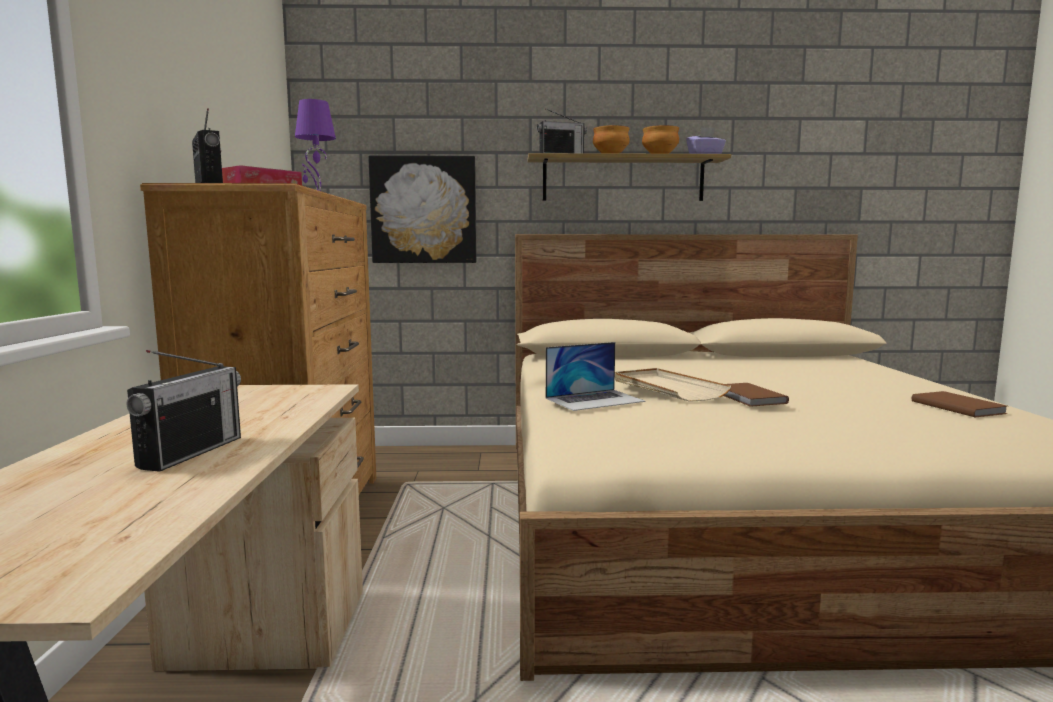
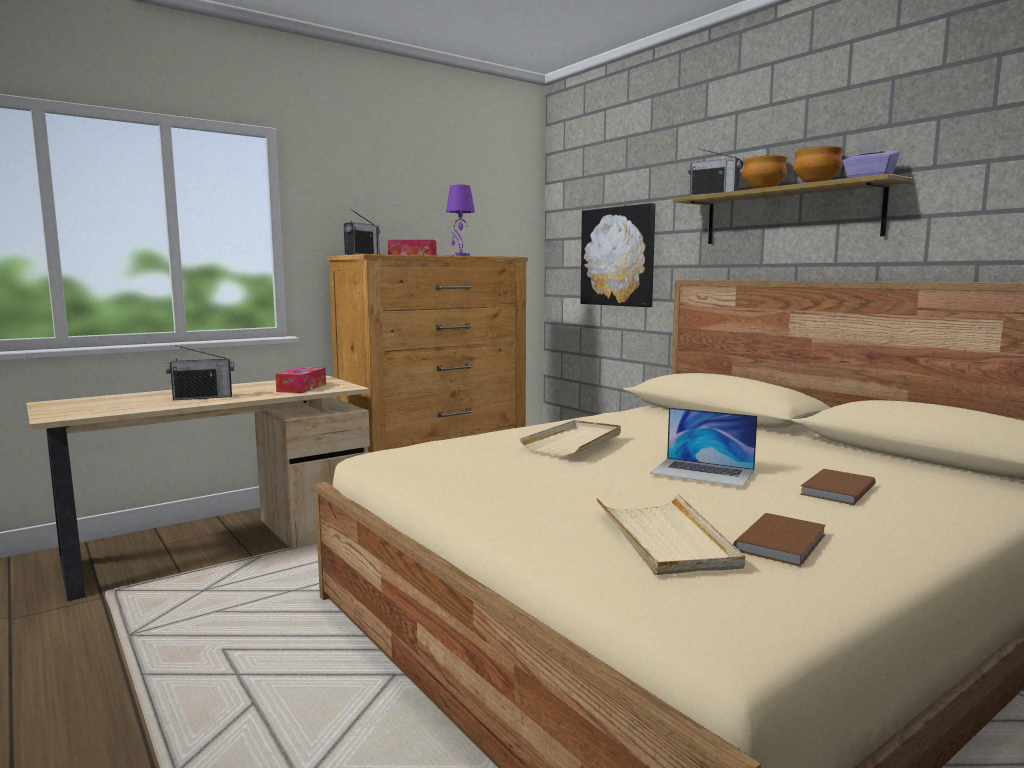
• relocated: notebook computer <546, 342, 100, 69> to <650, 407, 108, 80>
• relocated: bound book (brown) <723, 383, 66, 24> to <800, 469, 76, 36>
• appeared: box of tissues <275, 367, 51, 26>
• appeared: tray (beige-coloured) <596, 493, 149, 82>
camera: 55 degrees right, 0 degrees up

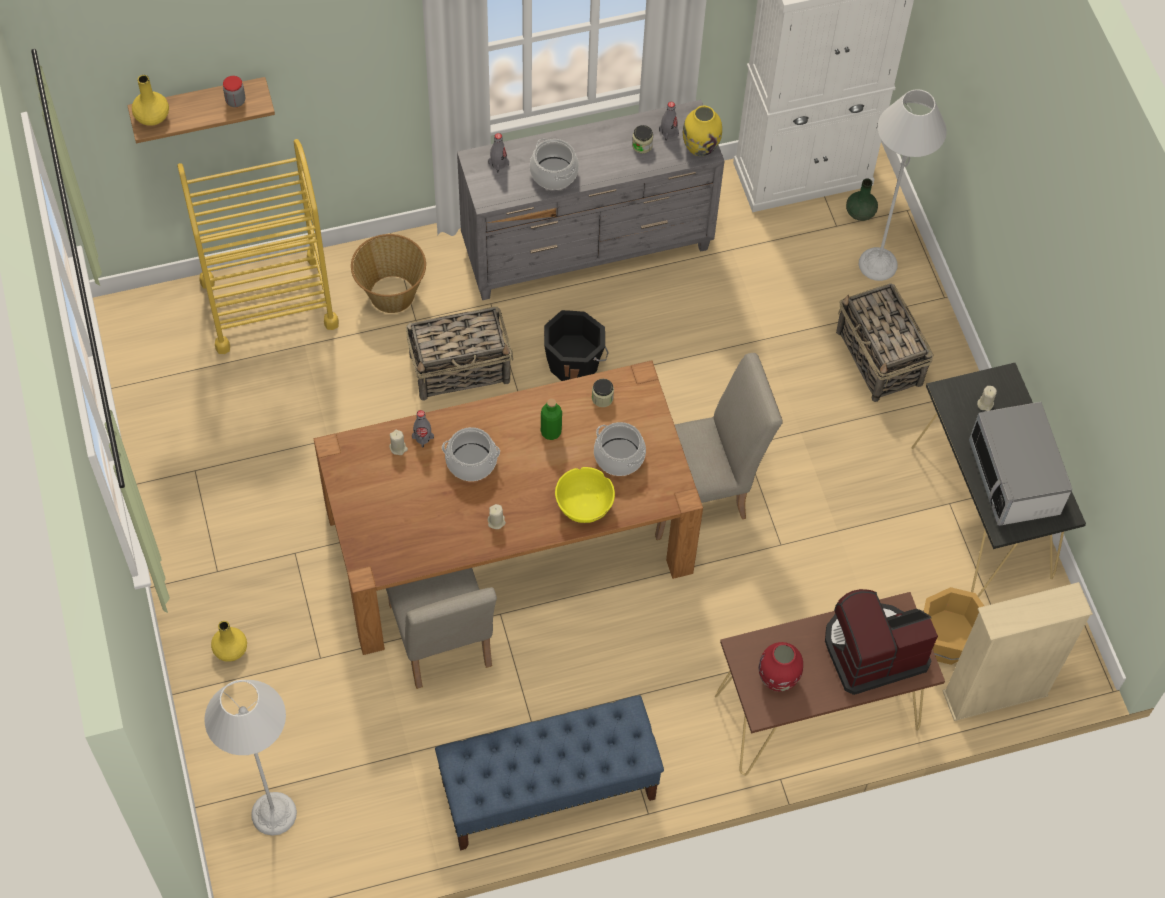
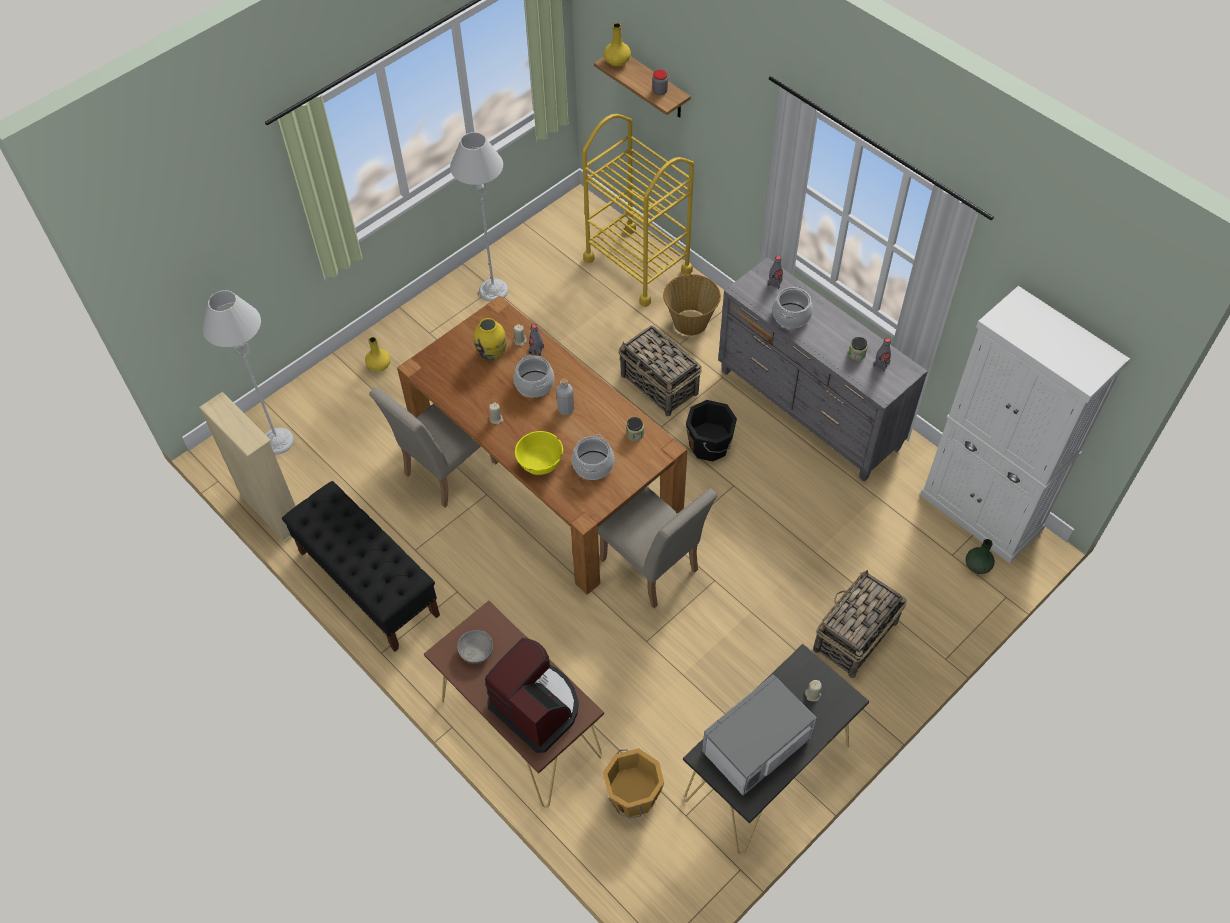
• colour: long seat (blue-coloured) <435, 695, 229, 155> to long seat (blackish) <282, 481, 158, 171>
• missing: beverage bottle (greenish) <541, 399, 21, 41>
• relocated: vase (yellow-coloured) <683, 106, 39, 50> to <474, 318, 33, 42>
• exchanged: vase (red-coloured) <759, 642, 44, 50> to deep dish (grey) <457, 630, 36, 34>
• relocated: standing lamp (grey) <859, 89, 88, 192> to <450, 132, 58, 170>
• relocated: shelving unit (beige-coloured) <943, 582, 150, 139> to <199, 392, 96, 150>
• appeared: beverage bottle (grey) <556, 378, 18, 37>
camera: 65 degrees right, 5 degrees down

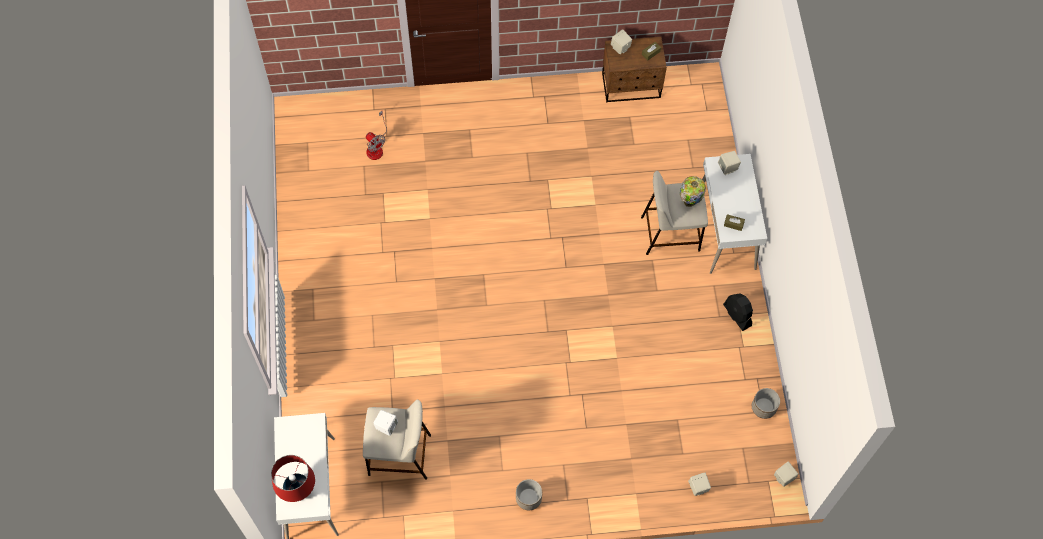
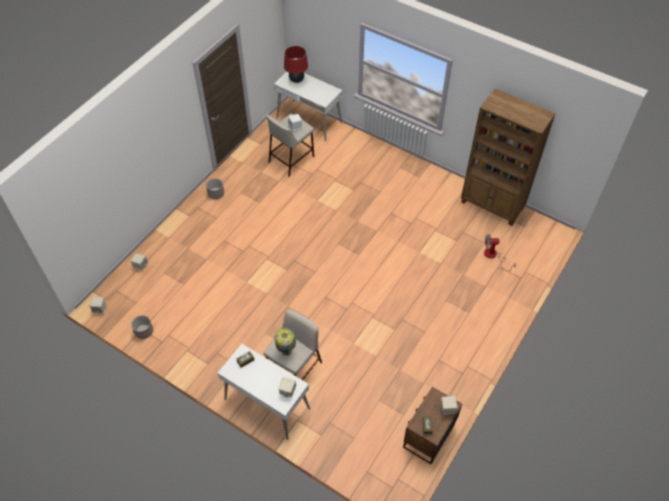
• missing: electric fan (blackish) <723, 293, 30, 38>
• appeared: shelving unit (brown) <461, 88, 95, 138>
camera: 130 degrees right, 10 degrees down

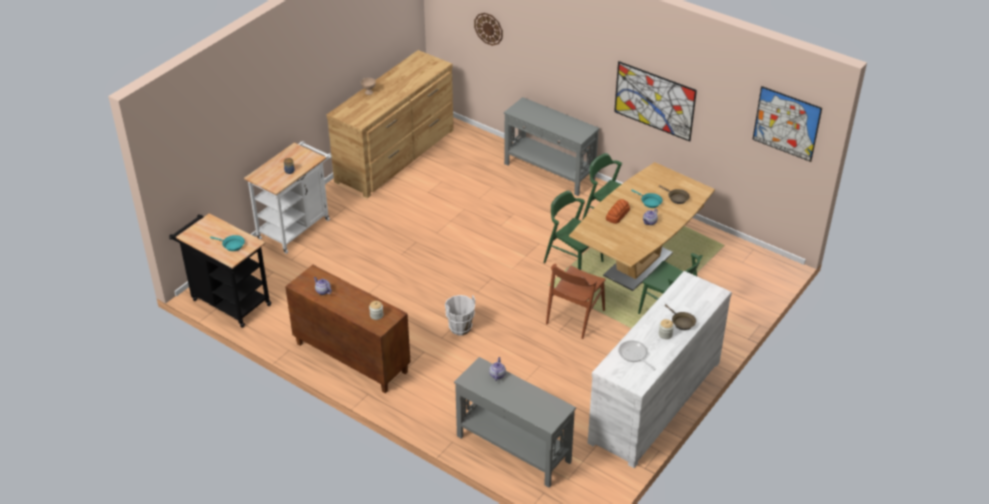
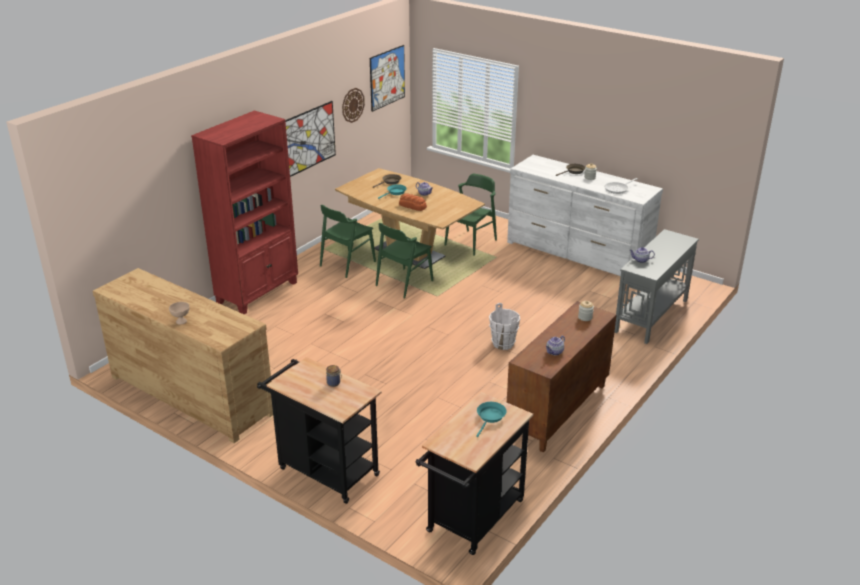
• colour: wheeled cart (white) <244, 141, 88, 113> to wheeled cart (blackish) <257, 357, 125, 147>
• relocated: wall clock <474, 13, 29, 33> to <342, 88, 23, 35>
• exchanged: hall table (grey) <504, 97, 96, 99> to shelving unit (red-coloured) <191, 110, 107, 204>
• missing: plain chair (brown) <546, 264, 59, 75>
camera: 90 degrees left, 10 degrees down

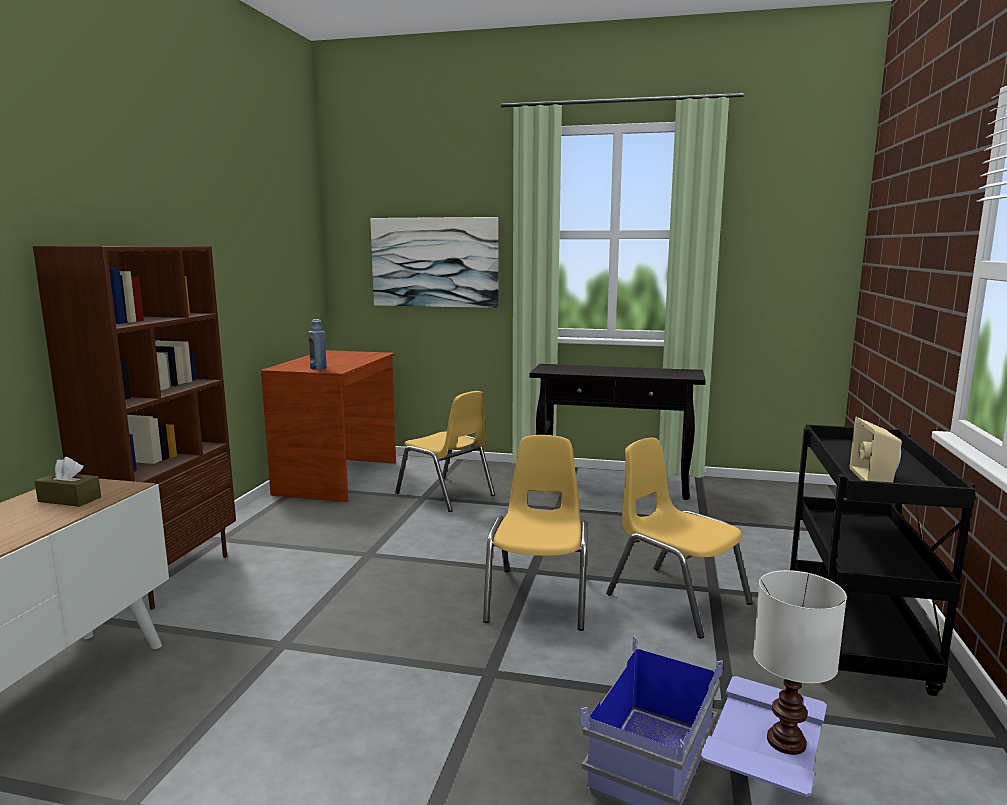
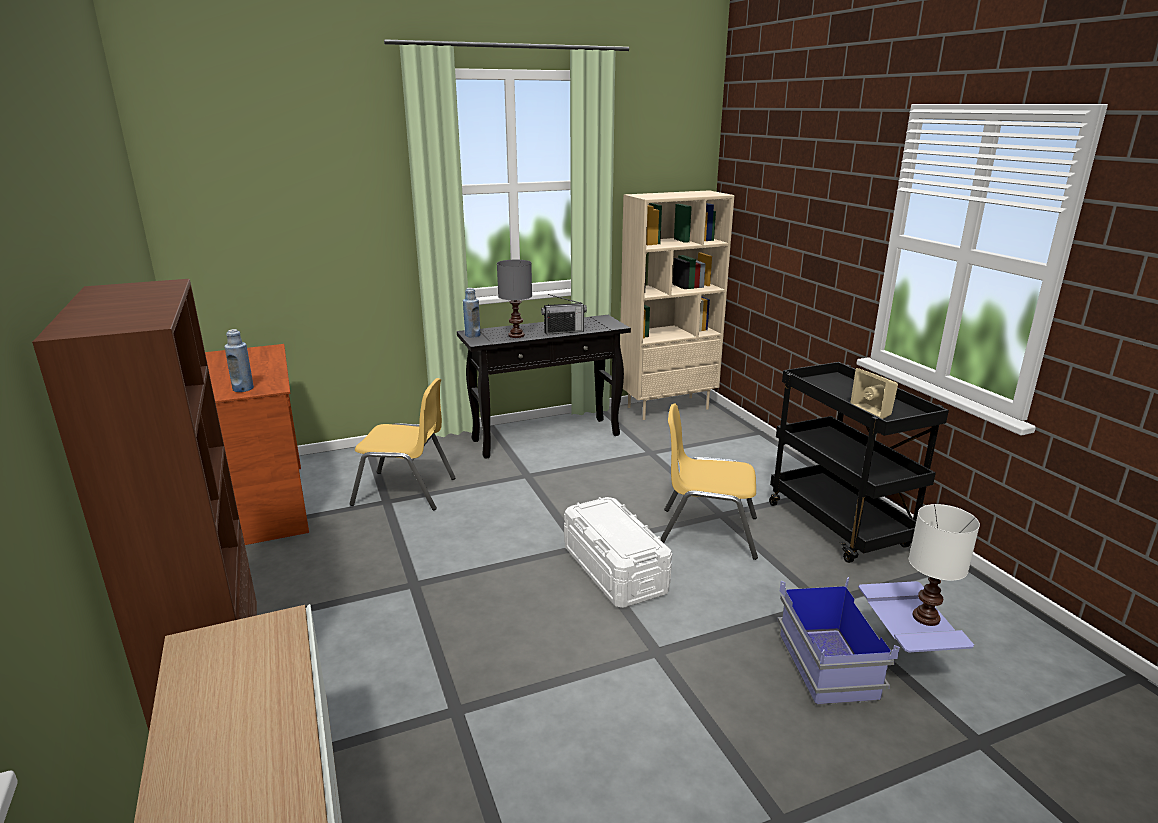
• missing: box of tissues (brown) <35, 457, 66, 50>
• missing: wall art <370, 217, 129, 91>
• exchanged: plain chair (yellow-coloured) <483, 435, 105, 196> to storage box (white) <564, 497, 108, 111>
• appeared: beverage bottle (blue-coloured) <463, 288, 18, 50>
• appeared: tabletop lamp (grey) <497, 260, 35, 78>
• appeared: radio <541, 294, 46, 40>
• appeared: shelving unit (beige-coloured) <620, 190, 114, 230>
camera: 35 degrees left, 10 degrees up

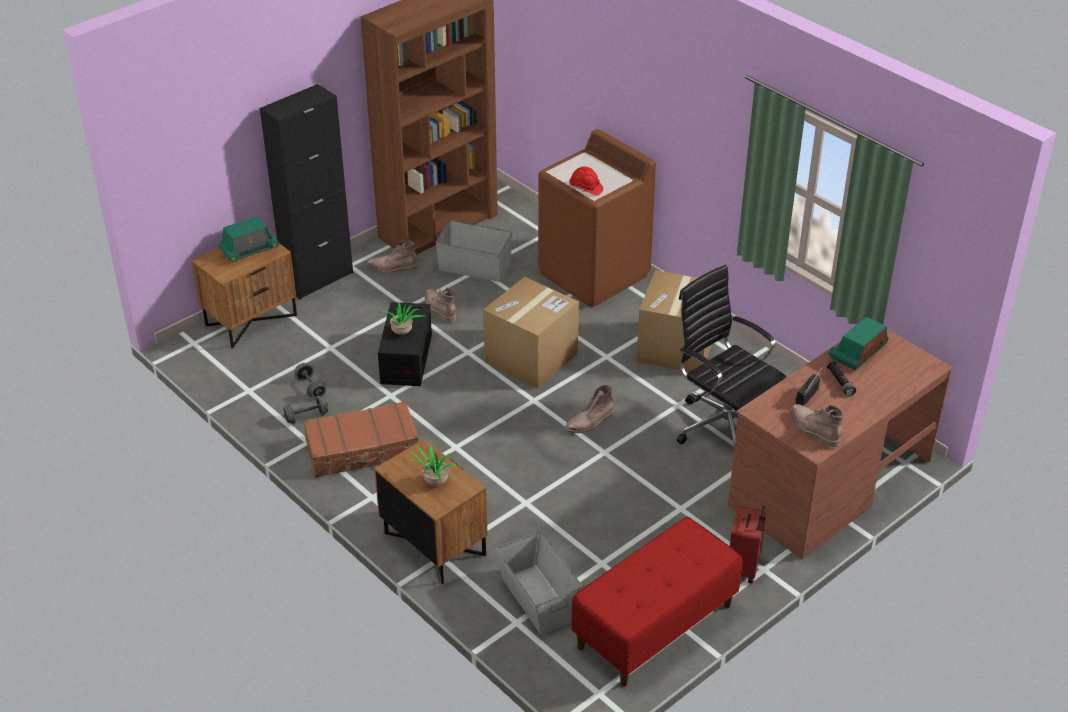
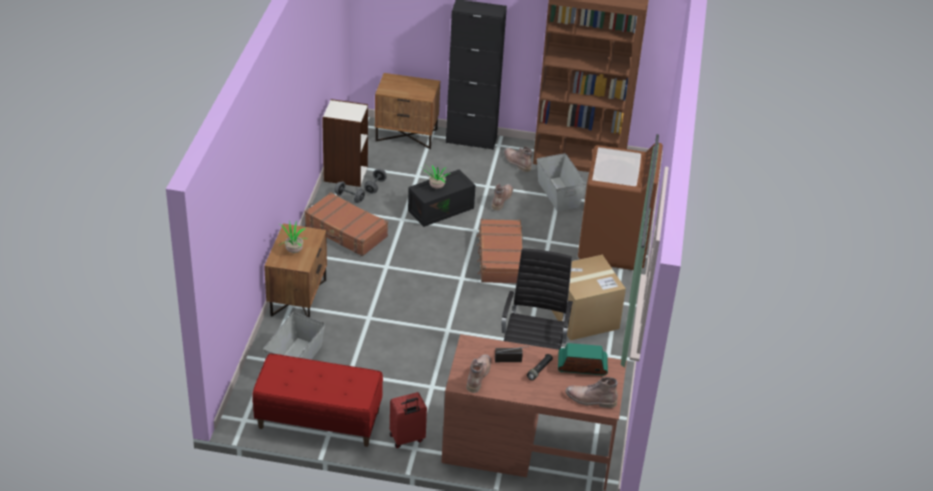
• missing: radio <218, 216, 61, 46>
• exchanged: packing box <483, 277, 96, 111> to suitcase (brown) <476, 219, 47, 64>
• relocated: tall boot (brown) <565, 385, 50, 48> to <565, 377, 53, 31>
• missing: work helmet (red-coloured) <569, 167, 34, 29>
• appeared: shelving unit <322, 99, 46, 88>
camera: 50 degrees right, 0 degrees up

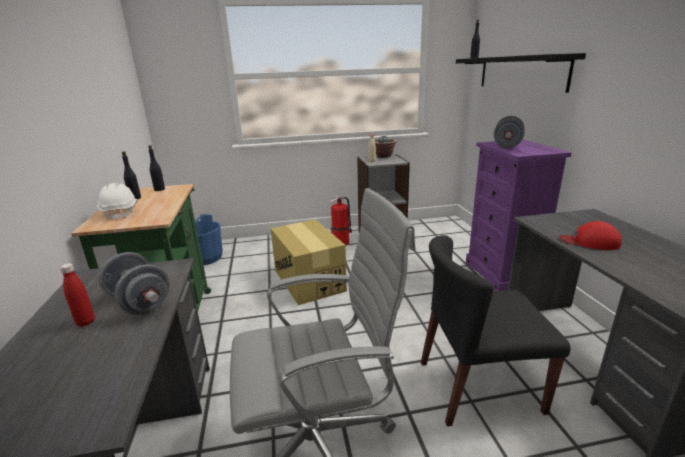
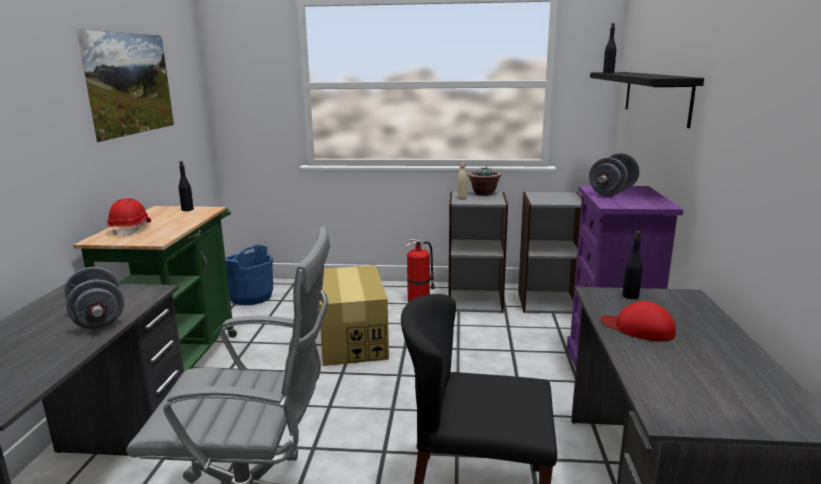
• missing: beverage bottle (red-coloured) <60, 263, 35, 64>
• colour: work helmet (white) <97, 183, 40, 37> to work helmet (red-coloured) <107, 198, 44, 39>
• relocated: beverage bottle (blackish) <122, 151, 19, 48> to <622, 231, 21, 68>
• appeared: wall art <77, 29, 97, 113>
• appeared: shelving unit (grey) <518, 192, 64, 122>
camera: 15 degrees right, 5 degrees down

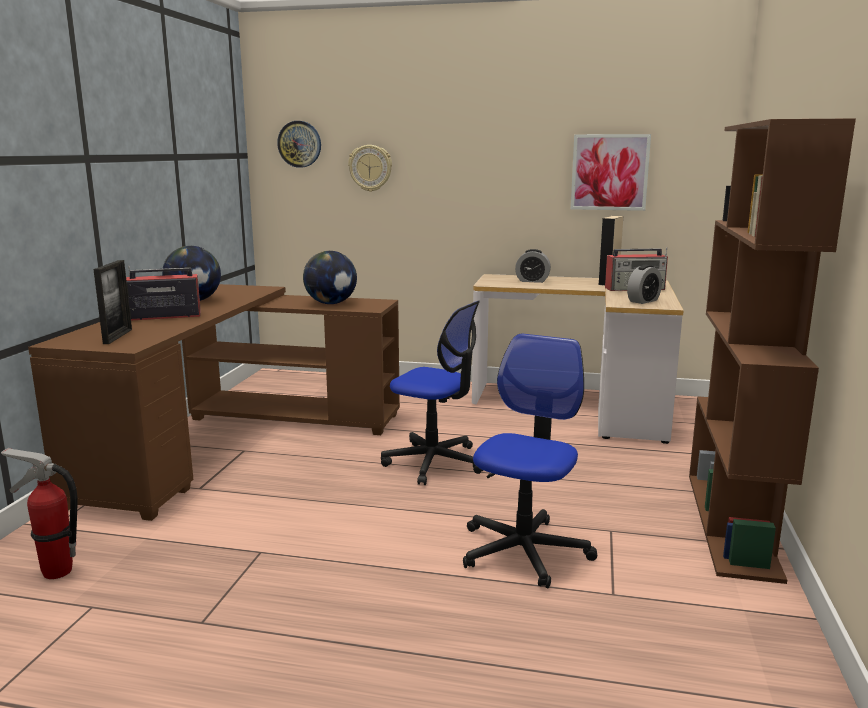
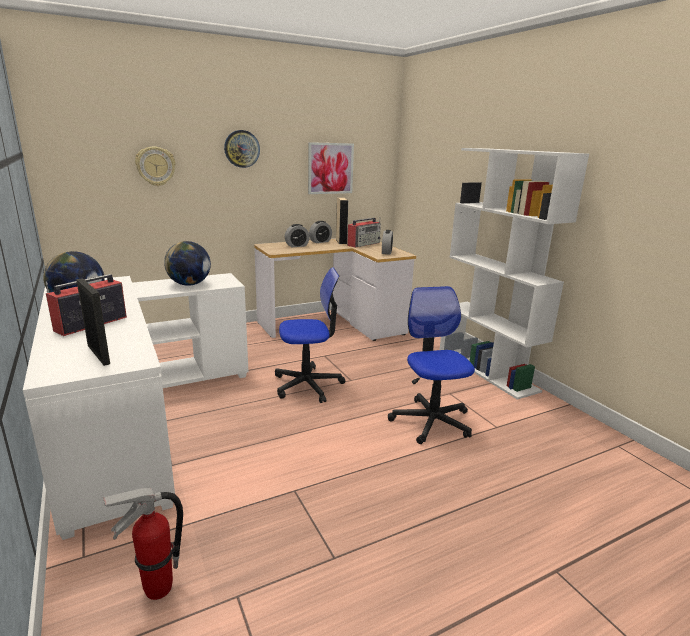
• colour: desk (brown) <28, 284, 372, 237> to desk (white) <23, 273, 226, 267>
• relocated: wall clock <277, 121, 44, 47> to <224, 130, 36, 38>
• colour: shelving unit (brown) <689, 118, 167, 466> to shelving unit (white) <439, 148, 150, 251>
• appeared: alarm clock <309, 221, 23, 22>
camera: 40 degrees left, 5 degrees up

